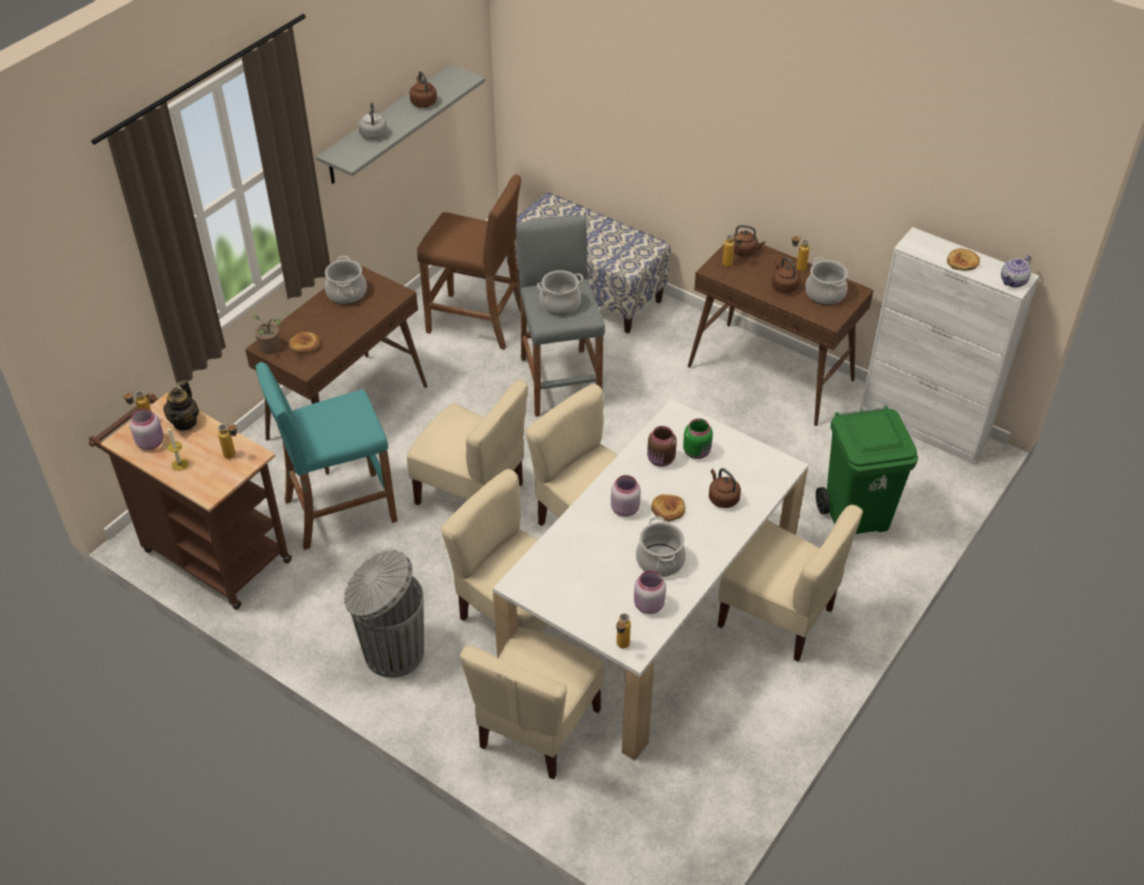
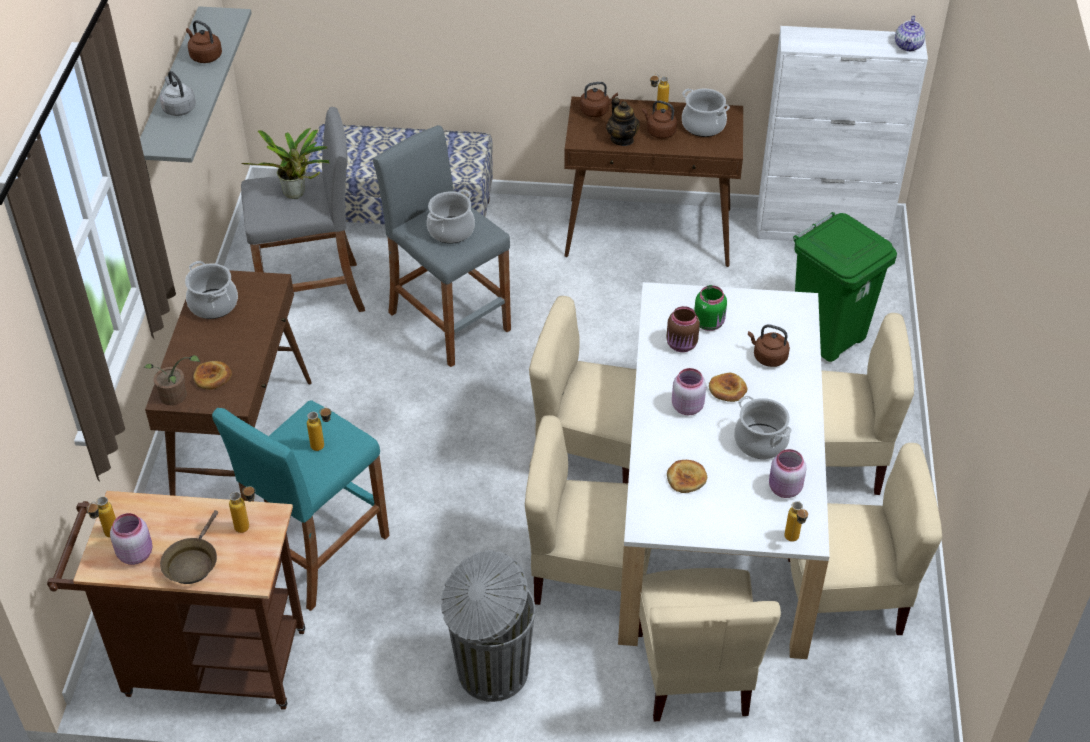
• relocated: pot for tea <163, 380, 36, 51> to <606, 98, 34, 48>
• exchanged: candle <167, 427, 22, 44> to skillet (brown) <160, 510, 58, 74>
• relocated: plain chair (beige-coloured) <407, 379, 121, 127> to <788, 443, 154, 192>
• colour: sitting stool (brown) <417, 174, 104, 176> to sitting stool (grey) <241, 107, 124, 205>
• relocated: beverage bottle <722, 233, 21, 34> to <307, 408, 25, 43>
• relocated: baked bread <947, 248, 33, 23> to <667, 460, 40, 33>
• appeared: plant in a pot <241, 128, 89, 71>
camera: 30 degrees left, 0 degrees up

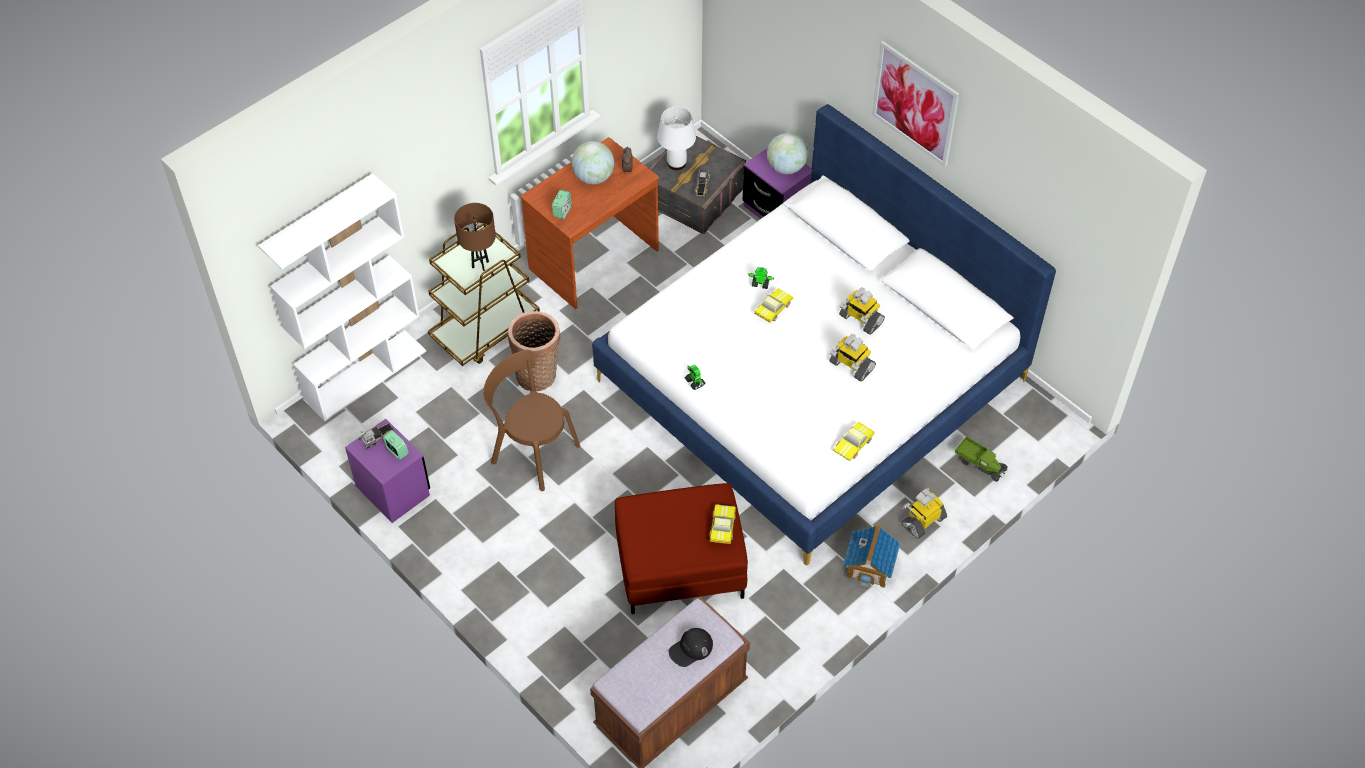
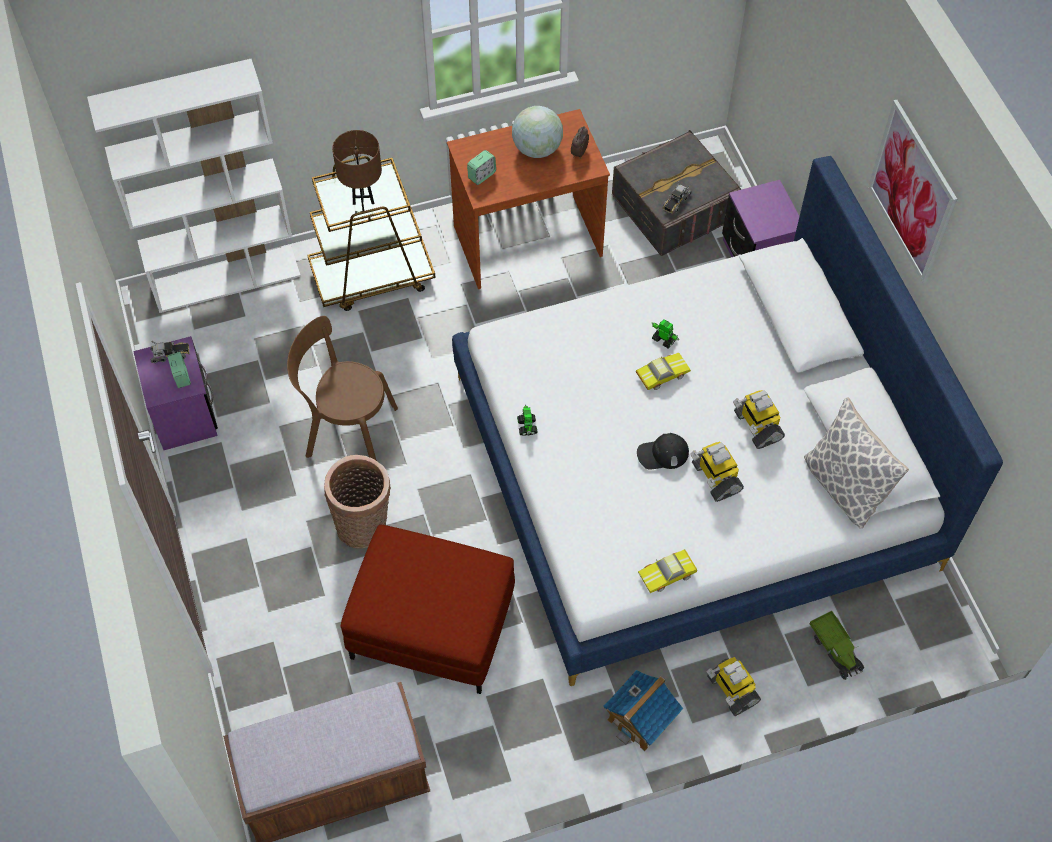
• spun: plain chair (brown) <483, 350, 97, 141> = <287, 316, 111, 145> 45 degrees counterclockwise
• relocated: basket <508, 311, 52, 80> to <324, 455, 67, 94>
• missing: tabletop lamp (white) <657, 107, 39, 63>
• relocated: baseball cap (blackish) <669, 628, 44, 39> to <637, 433, 52, 37>
• missing: model car <709, 504, 27, 40>
• missing: world globe <767, 133, 41, 41>
• spun: model robot <901, 488, 46, 51> = <706, 657, 55, 59> 105 degrees counterclockwise
• appeared: pillow <804, 397, 105, 131>
camera: 25 degrees right, 5 degrees up

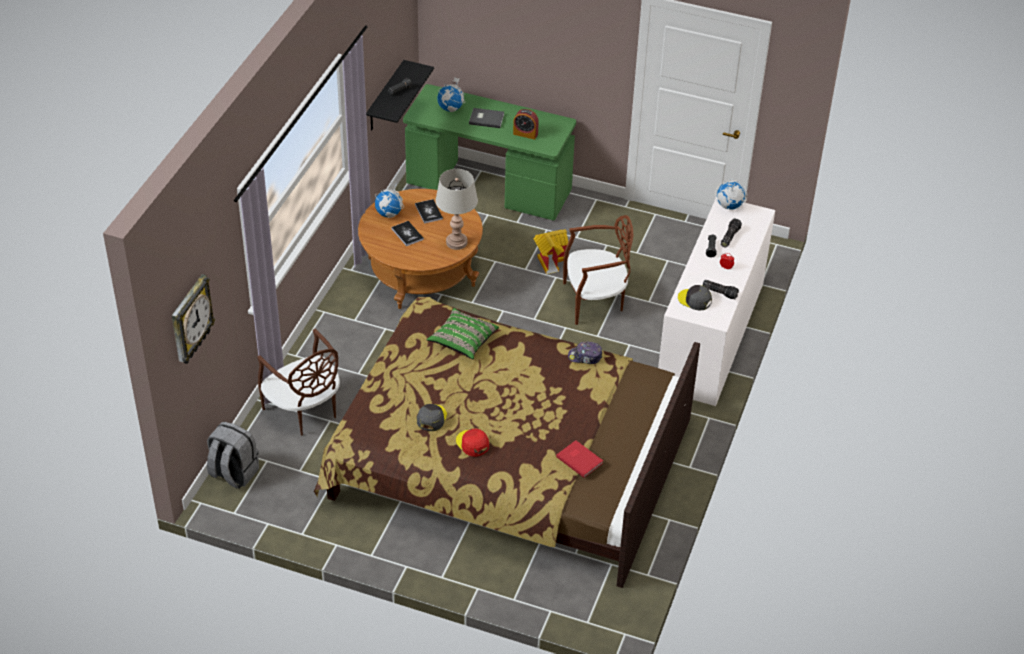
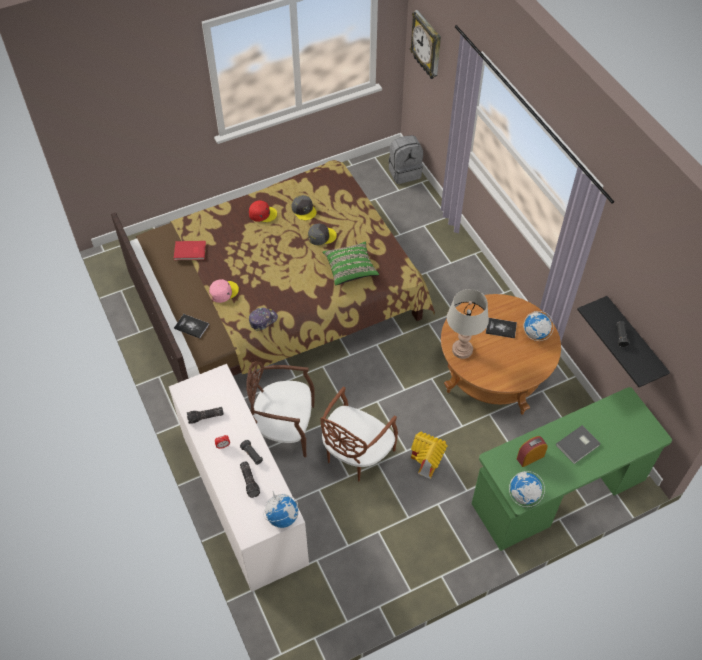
• relocated: plain chair (brown) <258, 328, 82, 107> to <246, 361, 68, 96>
• relocated: bound book <415, 199, 28, 24> to <174, 314, 35, 24>
• relocated: world globe <438, 77, 27, 35> to <509, 471, 36, 36>
• relocated: baseball cap (grey) <678, 285, 34, 26> to <308, 224, 29, 21>
• appeared: baseball cap (pink) <209, 279, 30, 24>
camera: 135 degrees right, 10 degrees up

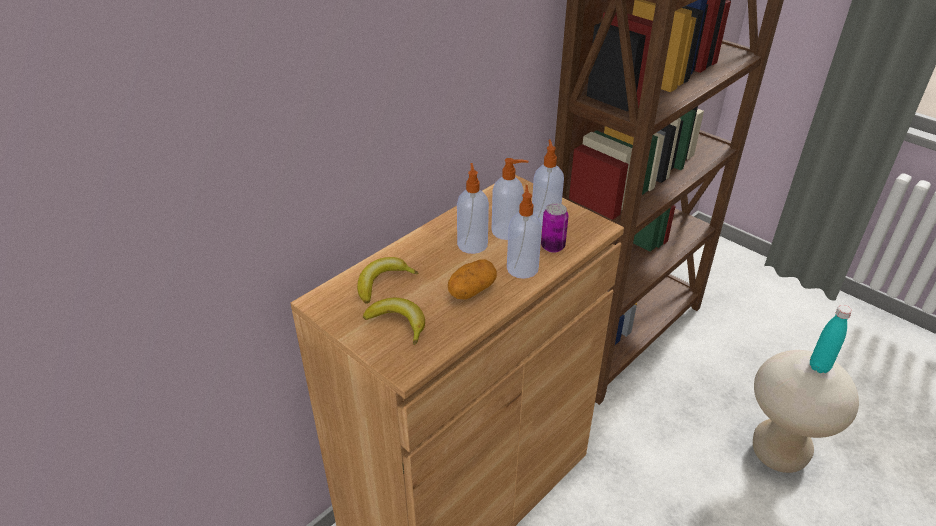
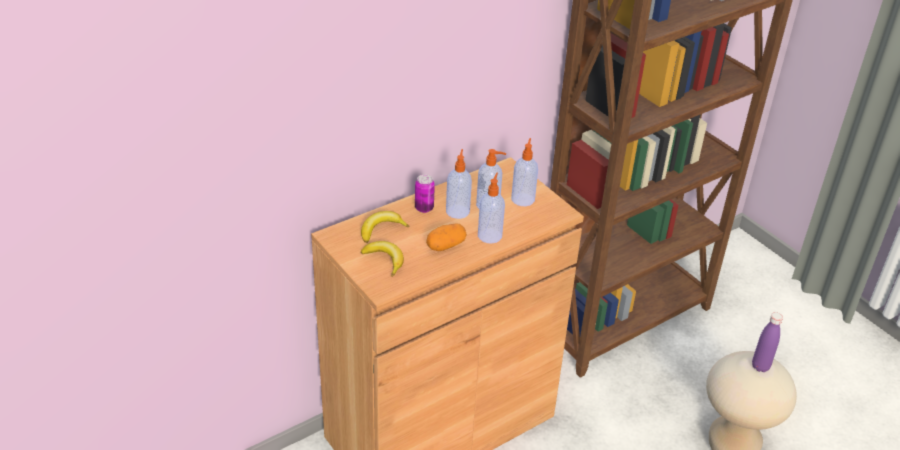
• relocated: sealed can <541, 203, 28, 50> to <415, 174, 20, 39>
• colour: beverage bottle (blue-green) <810, 305, 42, 68> to beverage bottle (purple) <752, 312, 31, 60>
camera: 10 degrees right, 0 degrees up

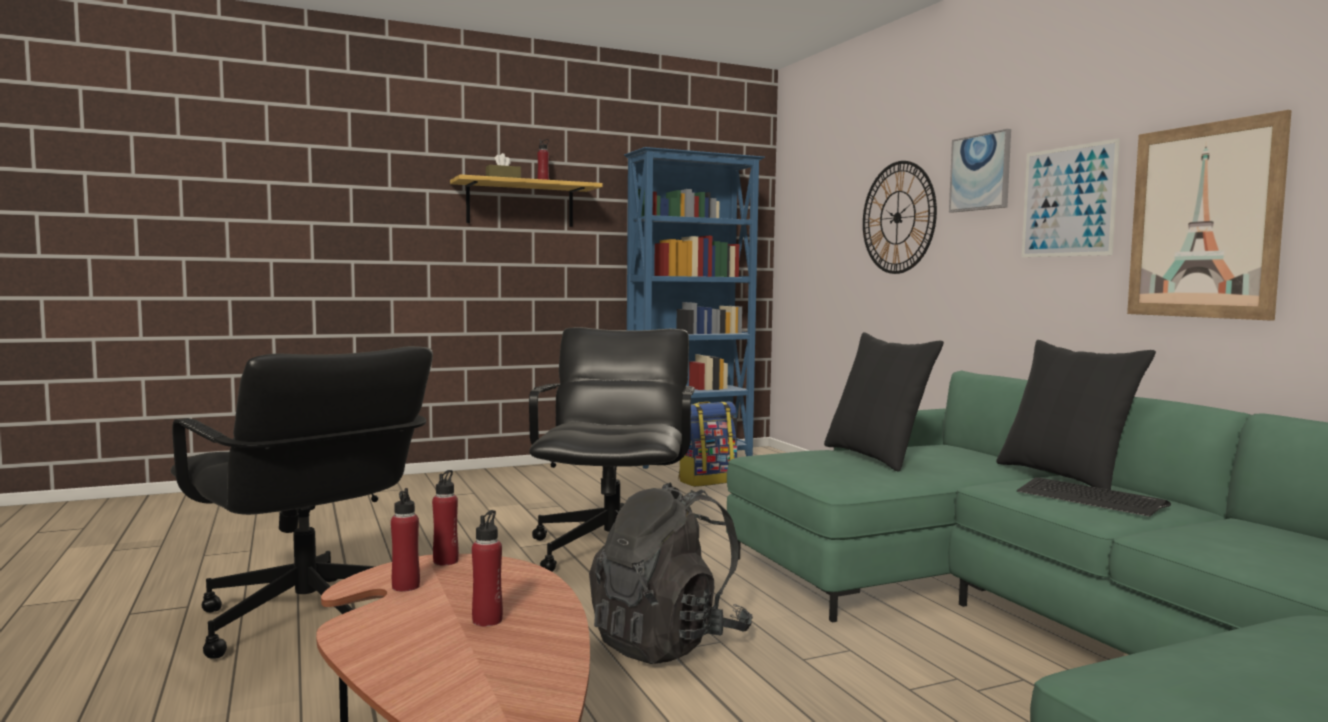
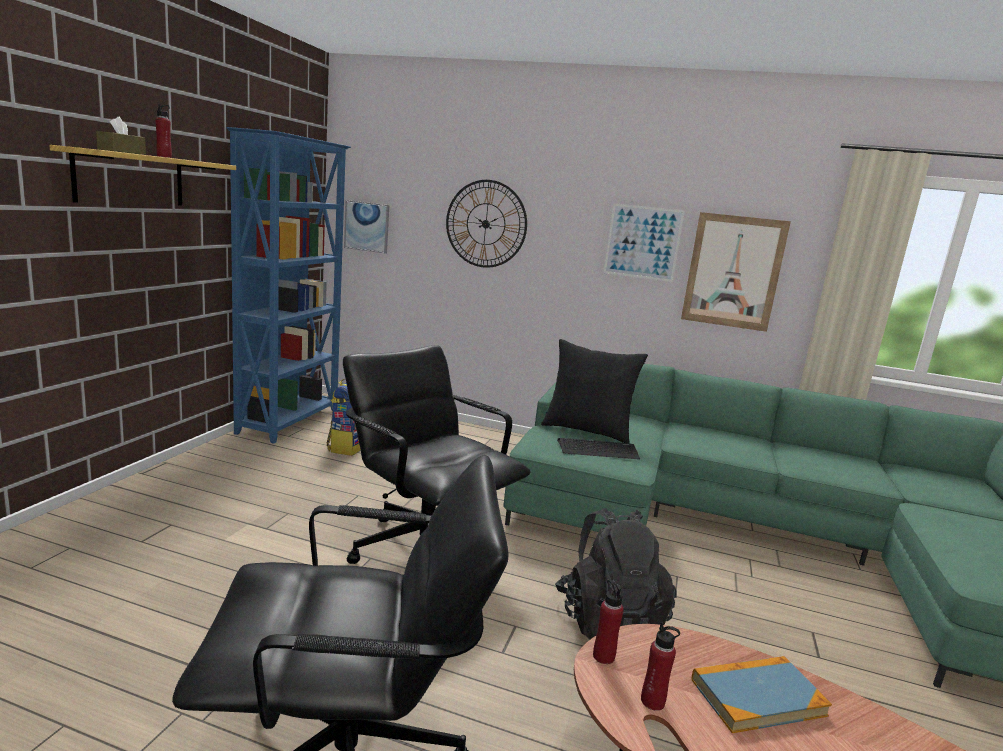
• exchanged: beverage bottle (red-coloured) <472, 510, 31, 116> to bound book <692, 656, 140, 77>
• relocated: wall art <949, 129, 62, 84> to <344, 200, 45, 54>
• missing: pillow (blackish) <996, 340, 160, 150>
• relocated: computer keyboard <1017, 477, 154, 40> to <557, 438, 83, 22>
camera: 50 degrees left, 10 degrees up

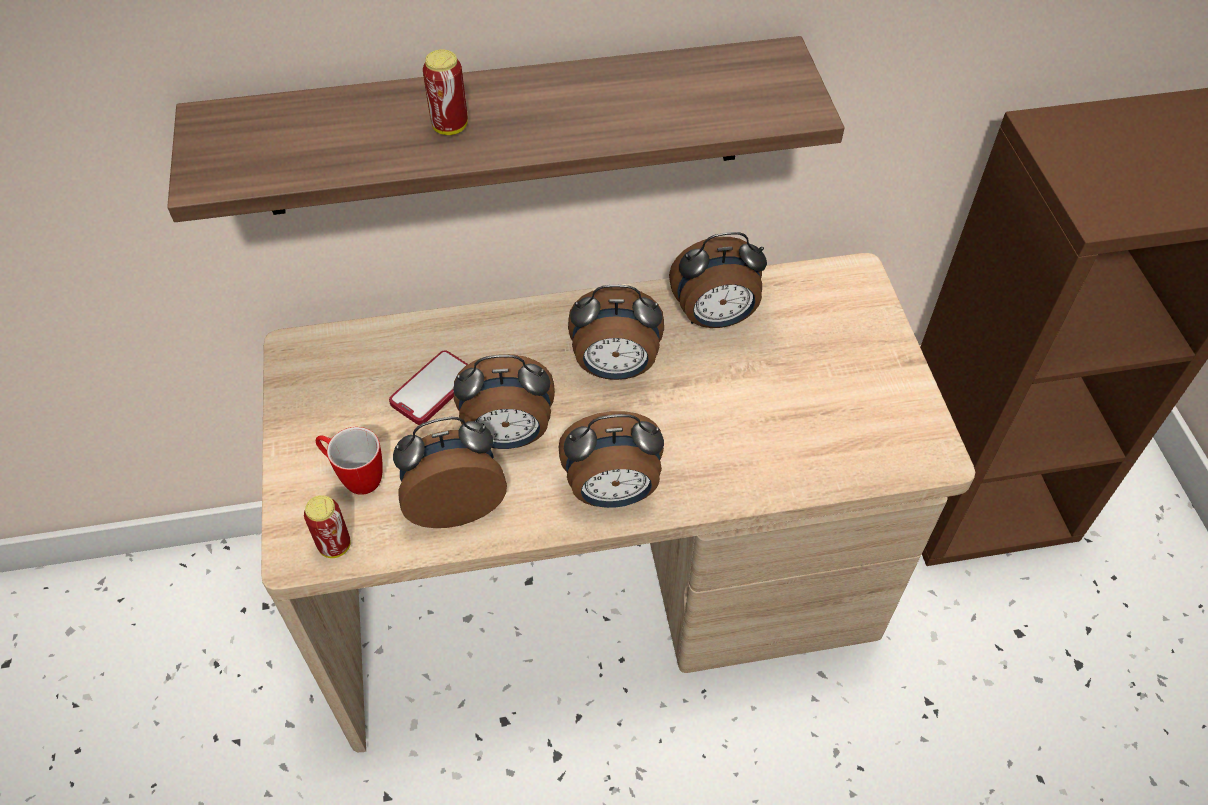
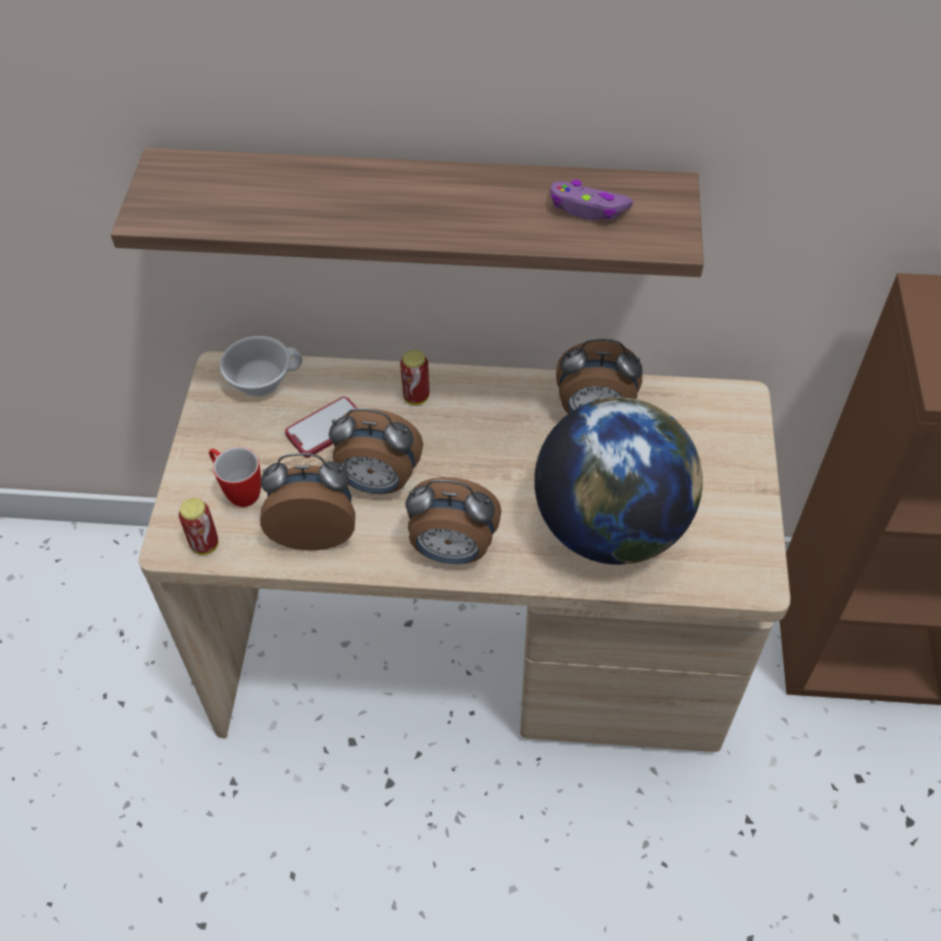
• relocated: sealed can <423, 49, 45, 86> to <400, 350, 29, 55>
• missing: alarm clock <568, 285, 96, 95>
• appeared: small cup (white) <220, 336, 83, 61>
• appeared: world globe <534, 397, 169, 168>
• appeared: gamepad (purple) <550, 180, 83, 40>
camera: 15 degrees right, 0 degrees up

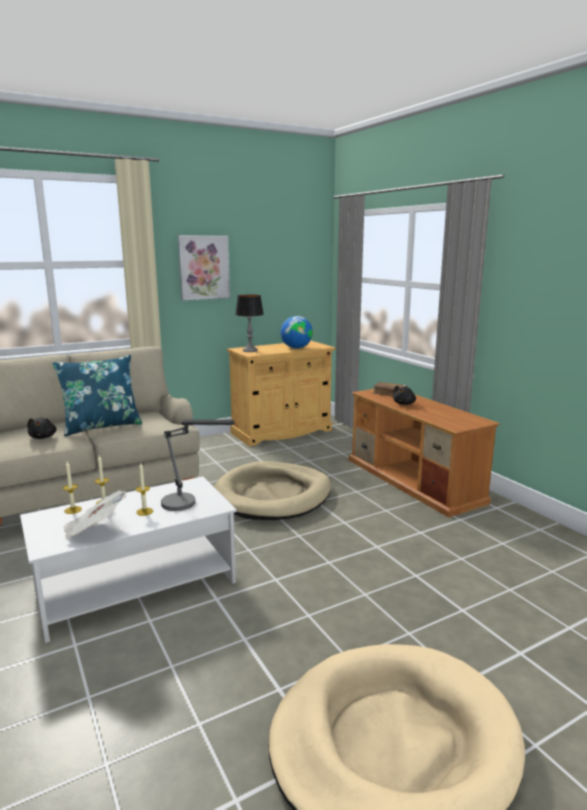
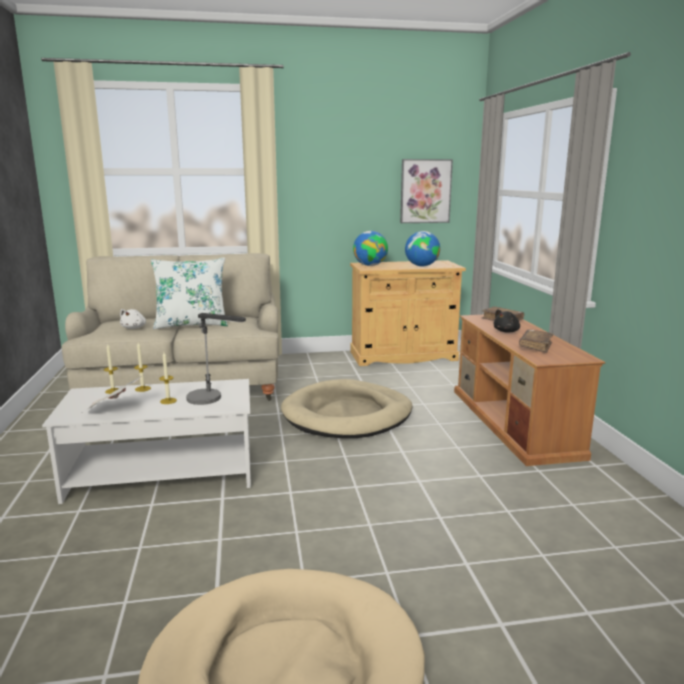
• colour: soft toy (blackish) <27, 418, 30, 21> to soft toy (white) <120, 309, 26, 20>
• colour: pillow (blue-coloured) <52, 355, 90, 81> to pillow (white) <151, 257, 77, 72>
• relocated: wall art <178, 235, 52, 65> to <400, 159, 53, 64>
• exchanged: tabletop lamp <235, 295, 29, 57> to world globe <353, 231, 35, 35>
• appeared: bound book (brown) <519, 330, 34, 23>
camera: 20 degrees right, 0 degrees up

